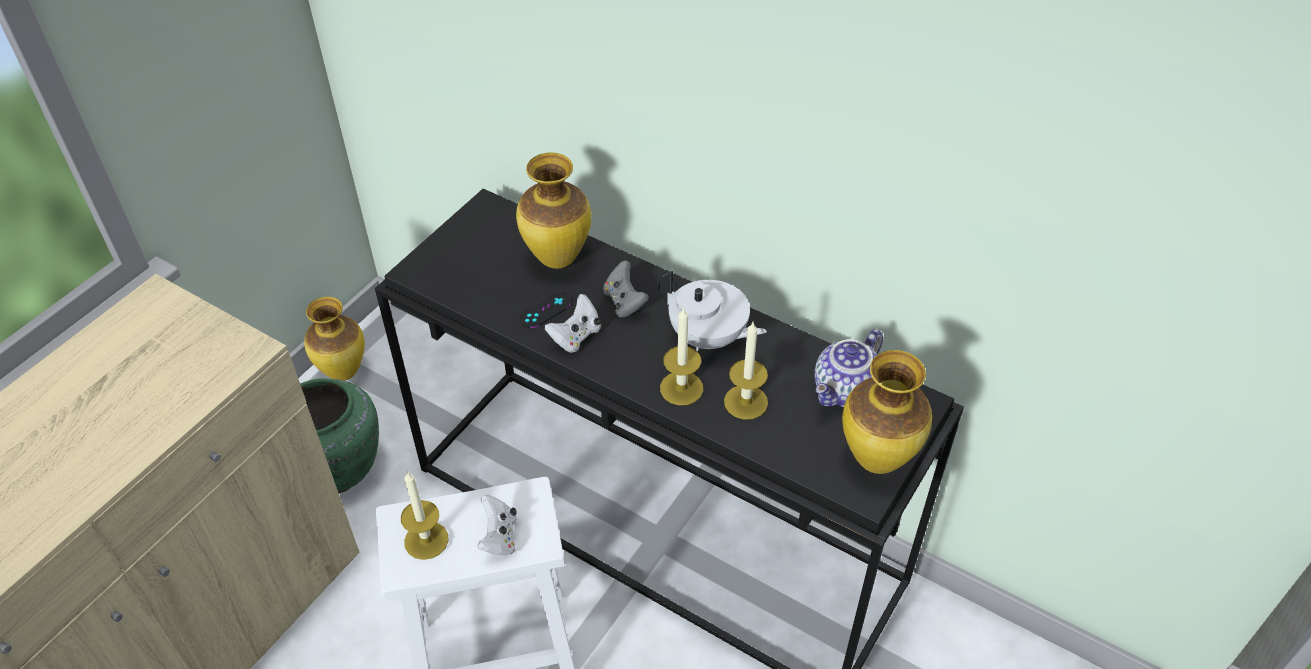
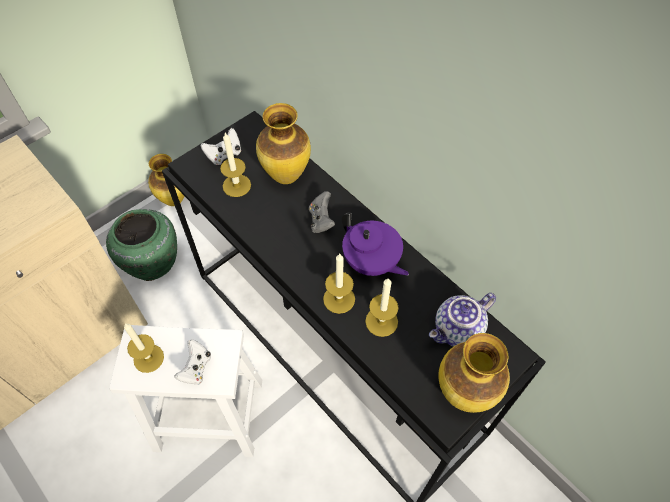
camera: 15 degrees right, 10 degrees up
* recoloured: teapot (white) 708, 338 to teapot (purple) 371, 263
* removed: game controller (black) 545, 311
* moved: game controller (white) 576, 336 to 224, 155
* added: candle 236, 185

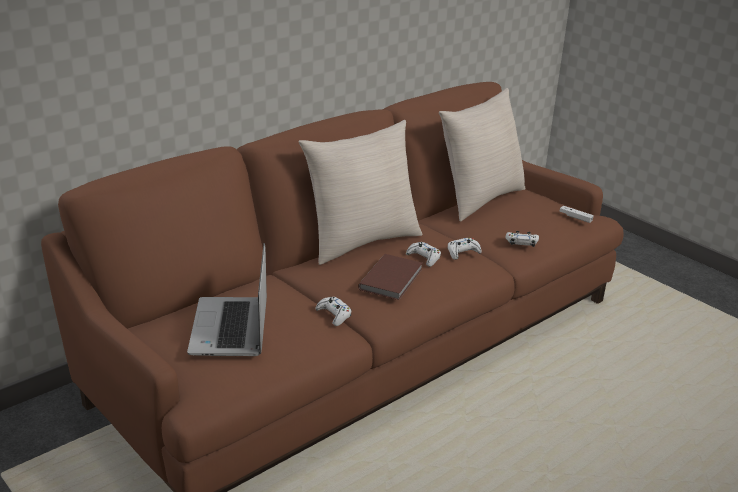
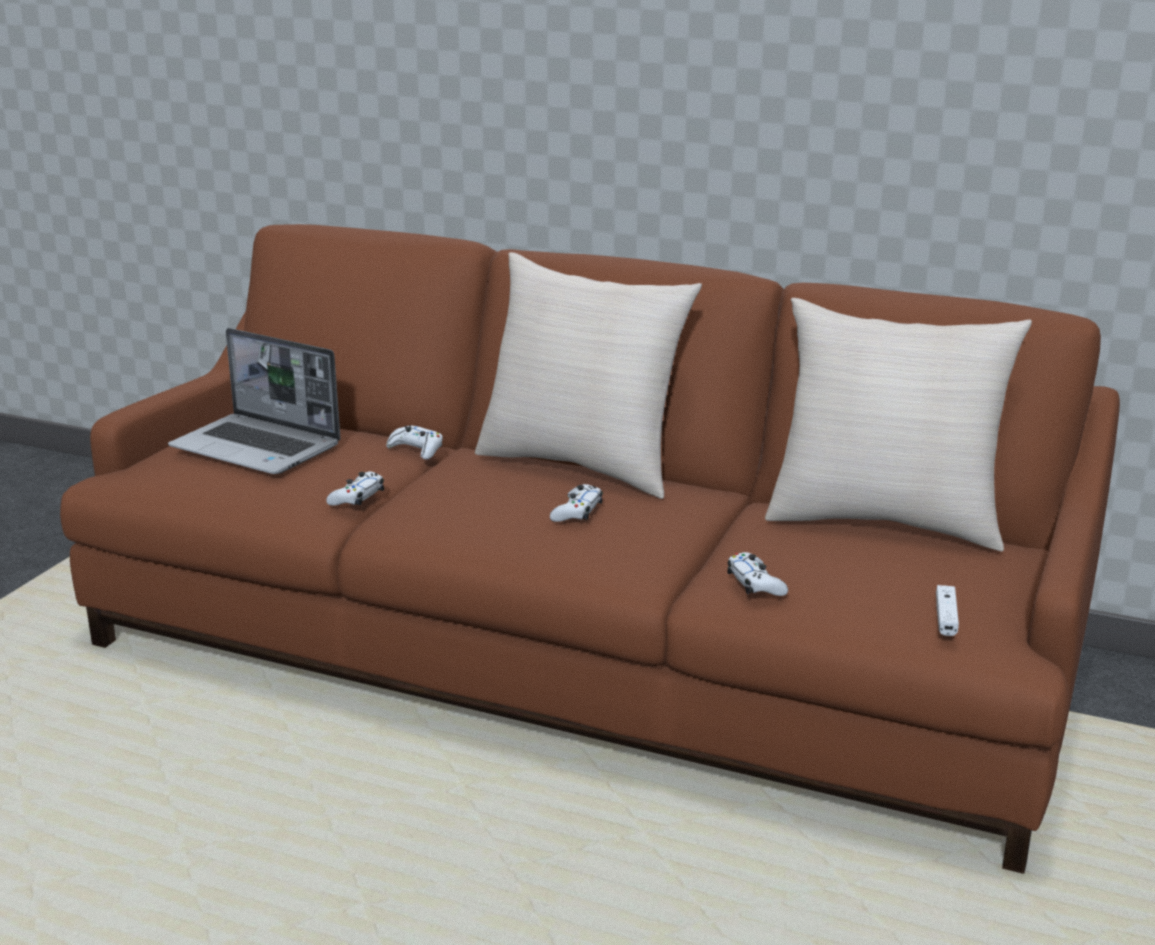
camera: 65 degrees right, 5 degrees down
* moved: game controller (white) 462, 252 to 416, 449
* turned: laptop 231, 329 = 258, 447 120 degrees counterclockwise
* removed: book (brown) 392, 279

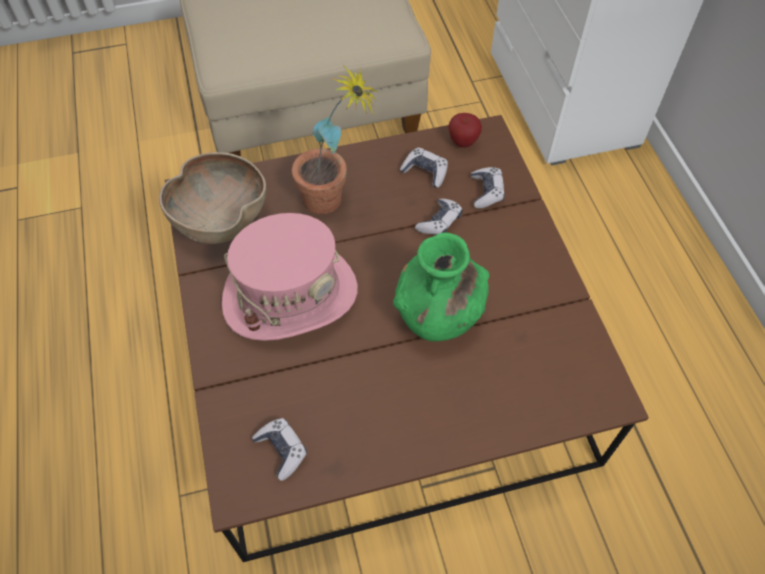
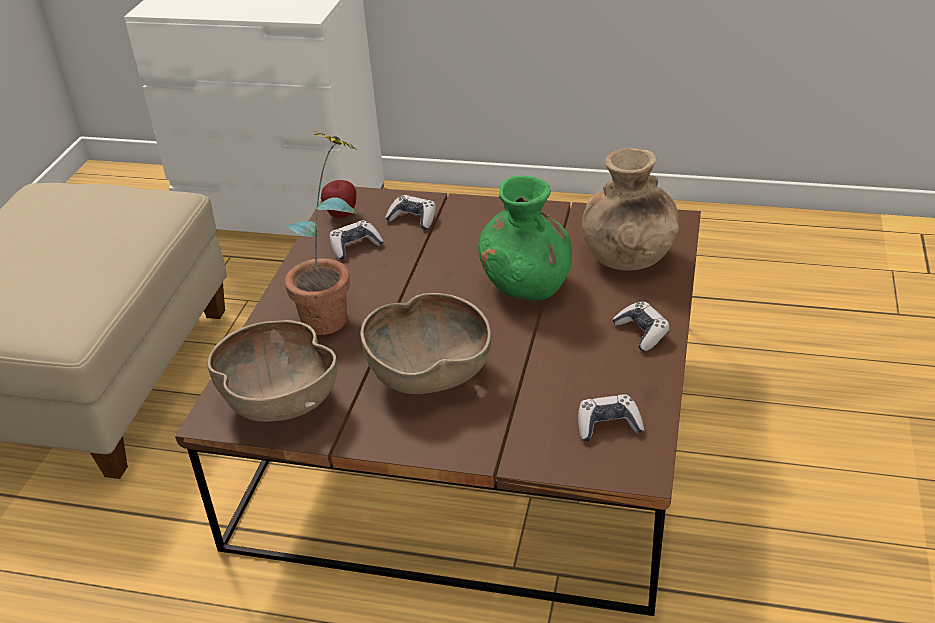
camera: 60 degrees left, 20 degrees down
* moved: game controller 439, 222 to 642, 332
* replaced: hat (pink) 290, 295 to bowl (brown) 429, 374
* added: vase (brown) 628, 257

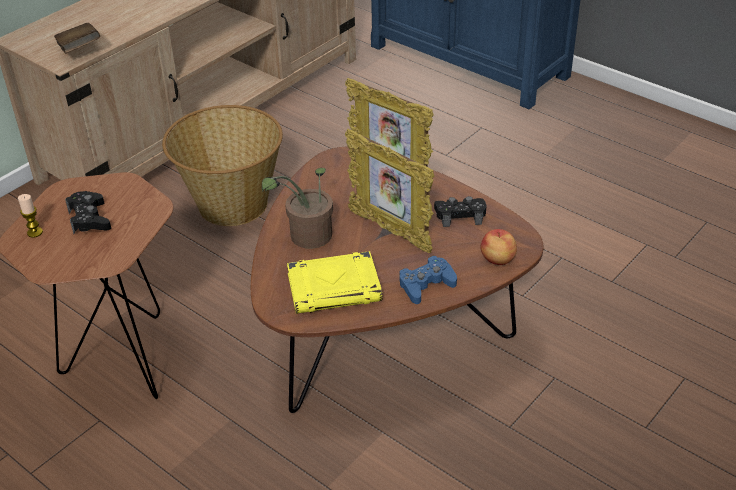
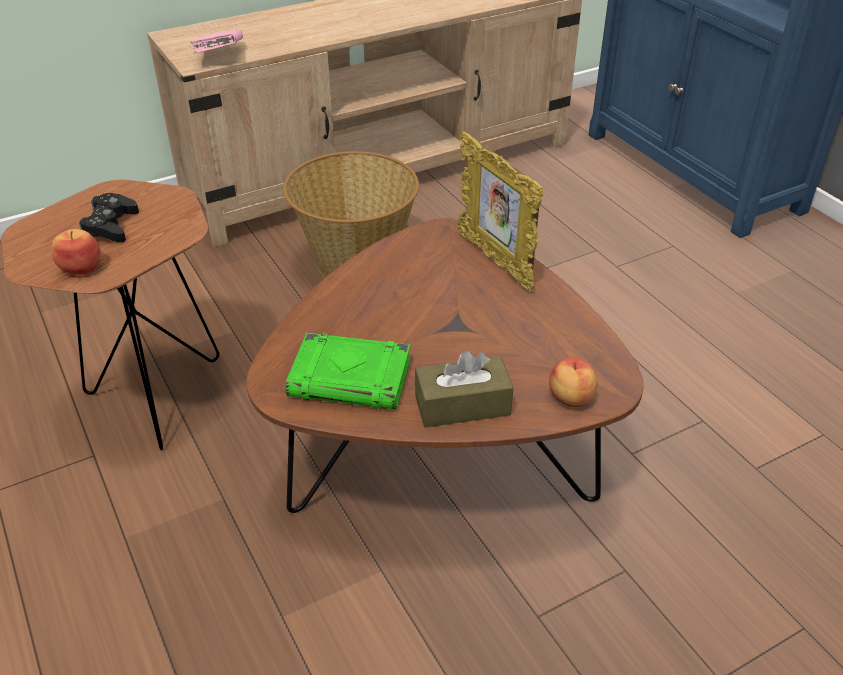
camera: 20 degrees right, 0 degrees up
* recoloured: book (brown) 80, 50 to book (pink) 220, 56
* removed: picture frame 390, 231
* removed: potted plant 306, 238
* removed: candle 35, 232
* removed: game controller (black) 460, 215
* recoloured: book (yellow) 335, 288 to book (green) 351, 378
* replaced: game controller (blue) 426, 285 to tissue box (brown) 462, 405
* added: apple 81, 267

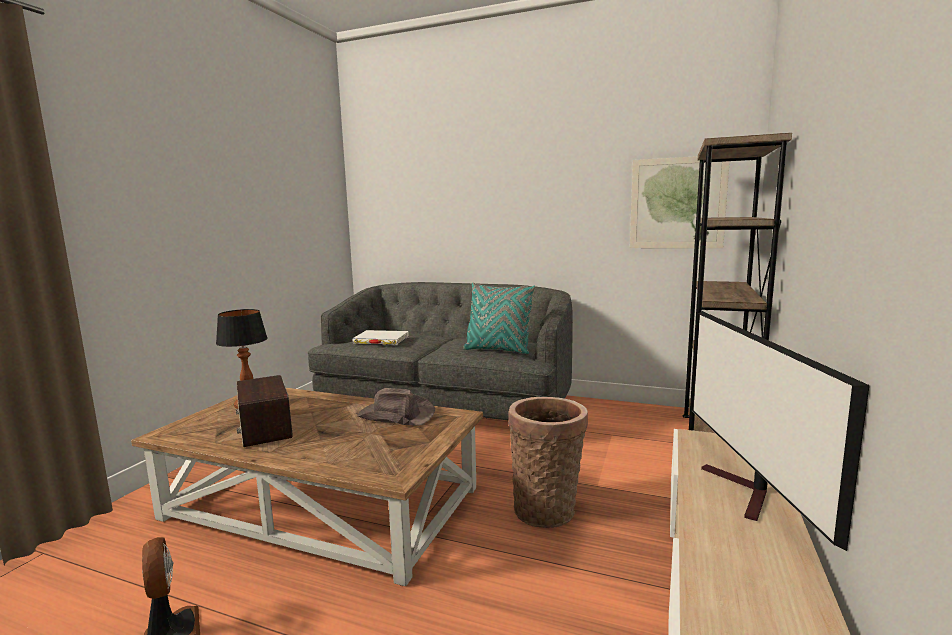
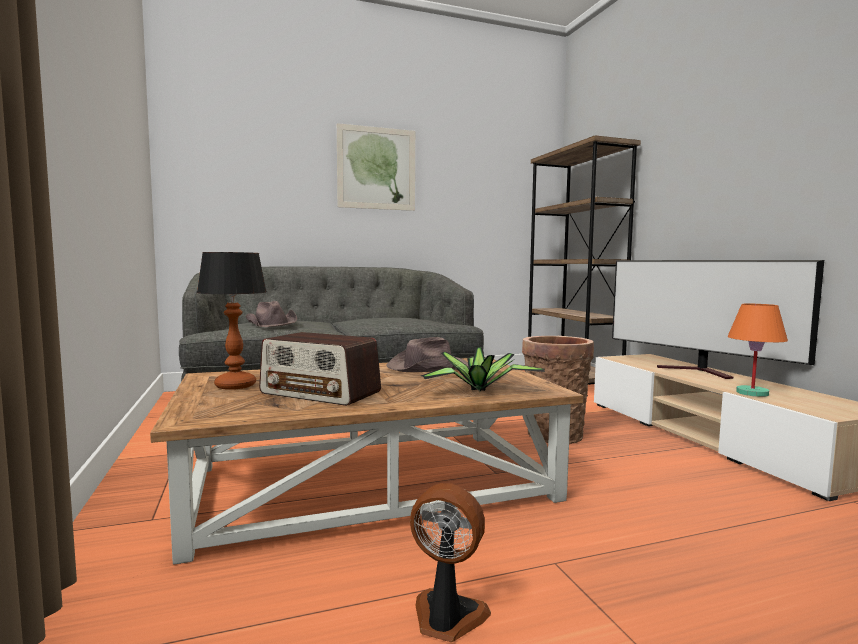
camera: 40 degrees left, 5 degrees down
* moved: picture 677, 203 to 376, 168
* removed: pillow (turquoise) 498, 350
* replaced: book (white) 381, 340 to hat (brown) 272, 324
* added: table lamp (orange) 752, 393
* added: potted plant 478, 389

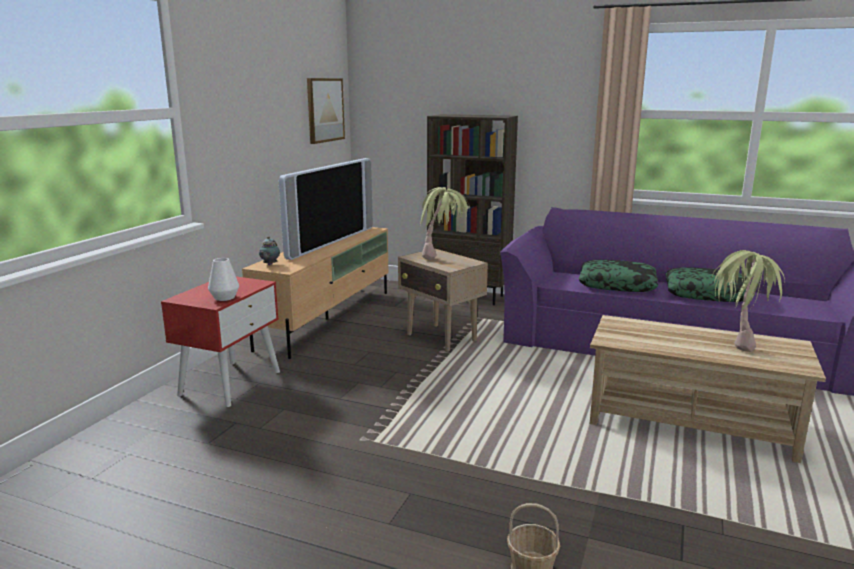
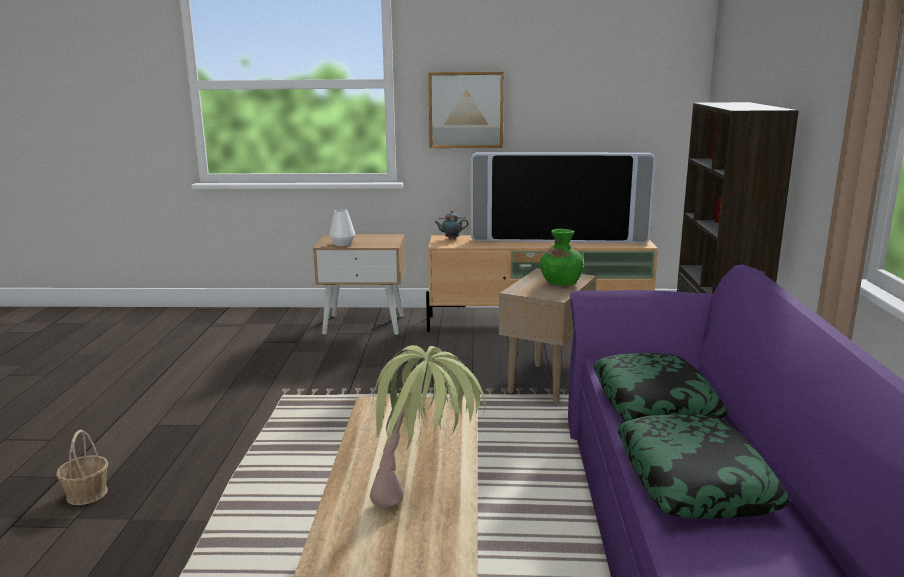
camera: 70 degrees right, 0 degrees up
* moved: picture 324, 110 to 466, 110
* replaced: potted plant 443, 257 to vase (green) 560, 282
* recoloured: nightstand (red) 230, 382 to nightstand (beige) 364, 324

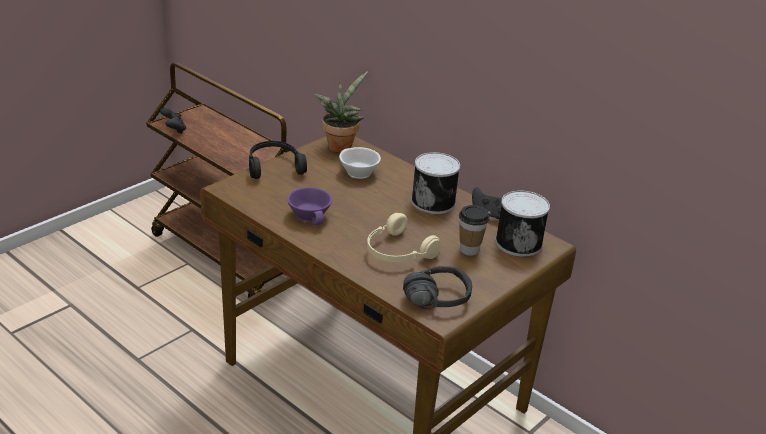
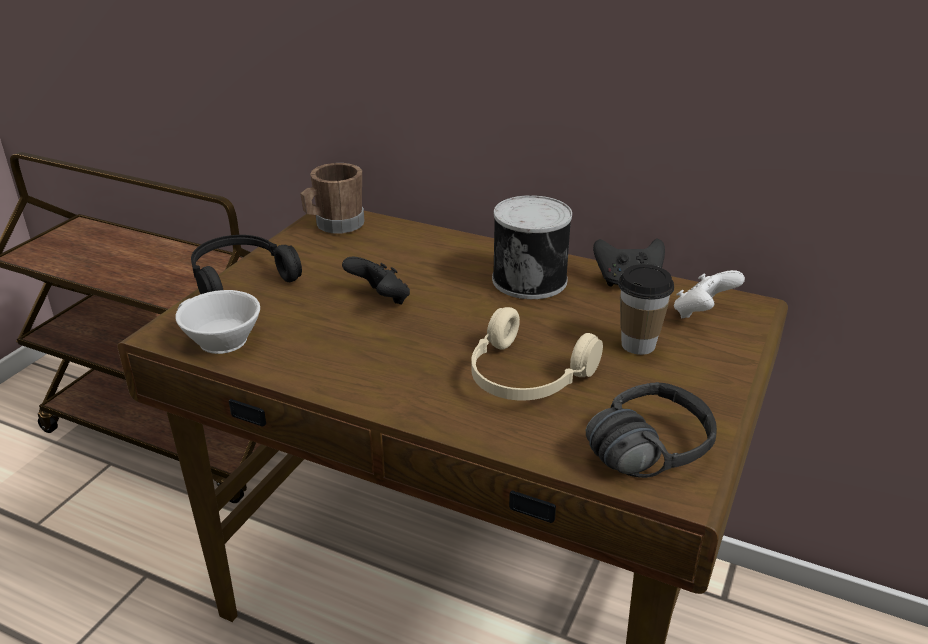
camera: 15 degrees left, 0 degrees up
* replaced: potted plant 340, 145 to mug (brown) 335, 225
* moved: game controller (black) 174, 130 to 380, 299
* moved: cup (white) 356, 172 to 218, 341
* removed: cup (purple) 311, 215
* replaced: can 518, 242 to game controller (white) 702, 314

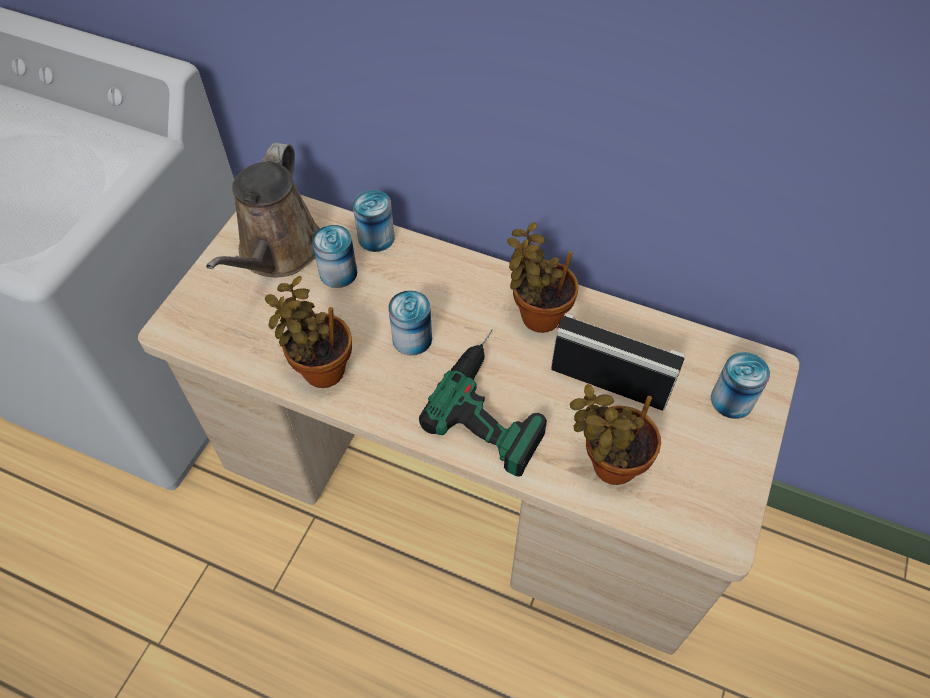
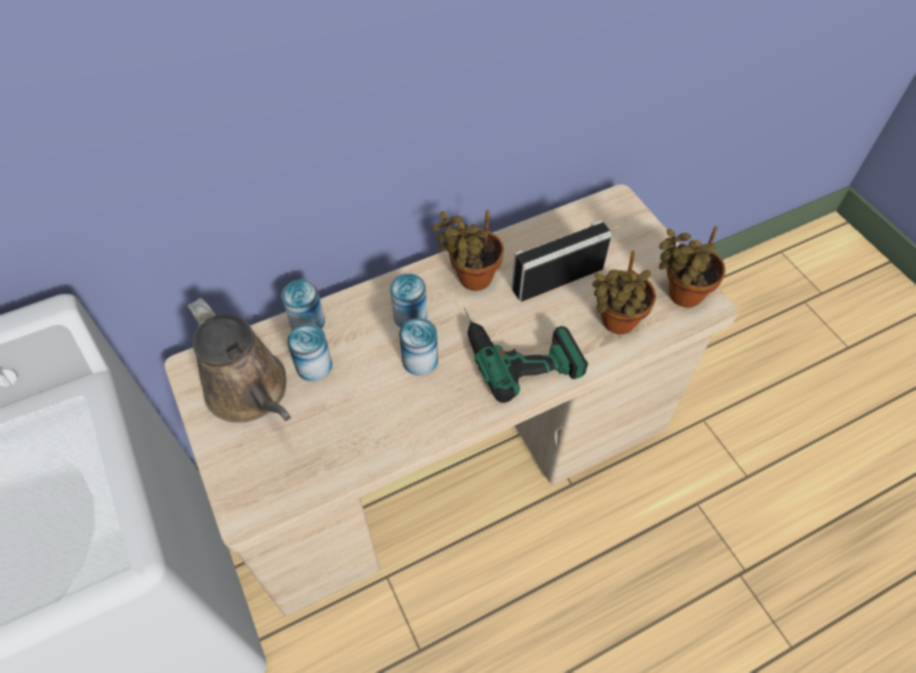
camera: 50 degrees left, 0 degrees up
* moved: potted plant 320, 368 to 681, 295
* moved: can 731, 400 to 410, 315

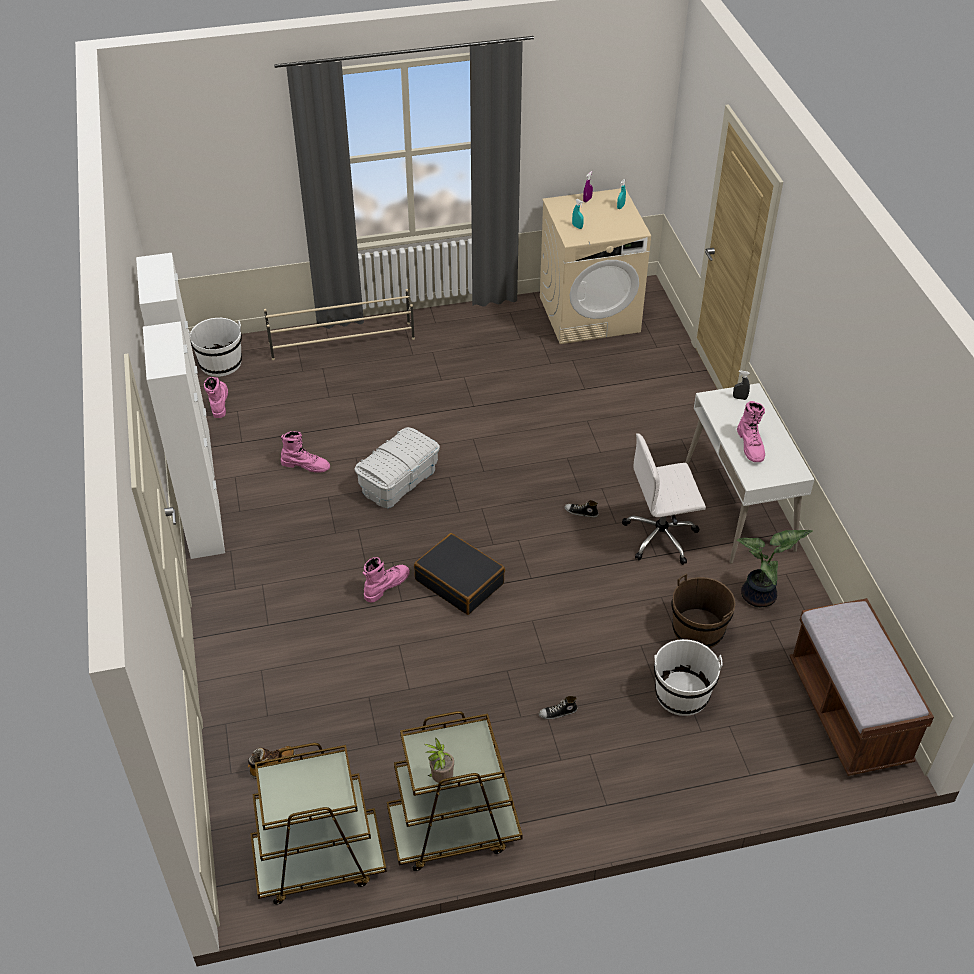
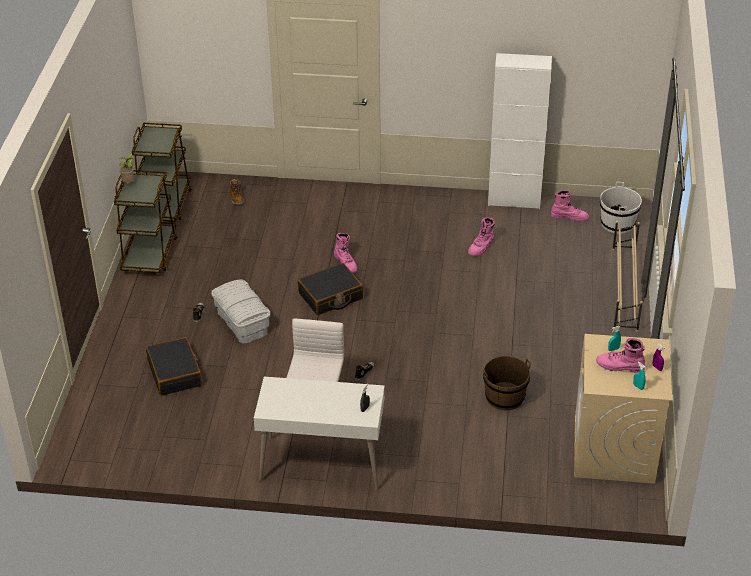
camera: 110 degrees right, 5 degrees down
* removed: cabinet (white) 205, 529
* moved: boot (pink) 750, 445 to 620, 366
* moved: storage box (white) 398, 480 to 242, 322
* removed: potted plant 760, 597
* moved: bucket (brown) 698, 630 to 505, 397
* removed: bench (brown) 848, 713
* replaced: bucket (white) 682, 694 to suitcase (black) 175, 373

